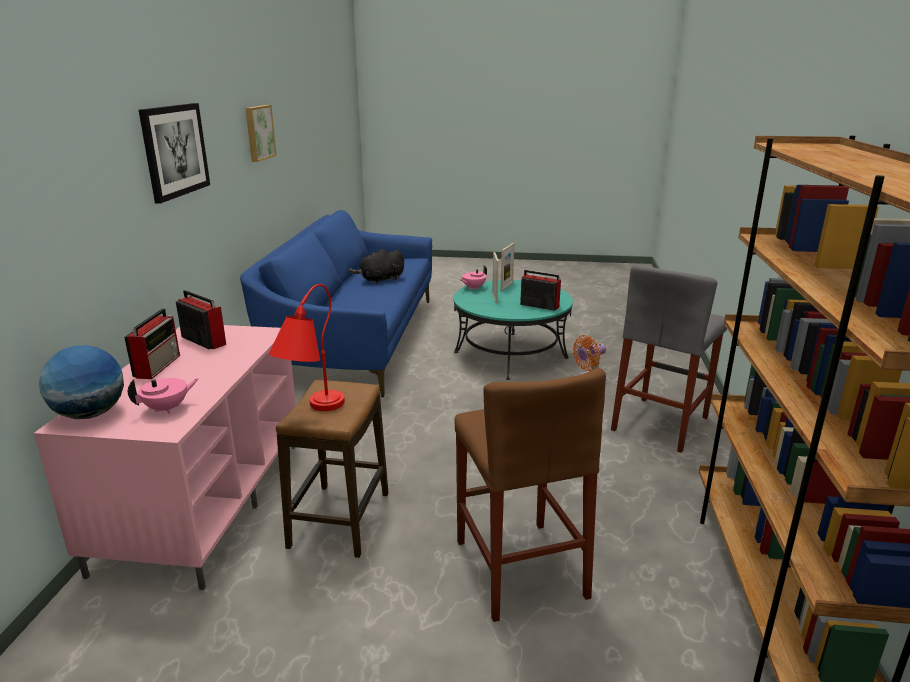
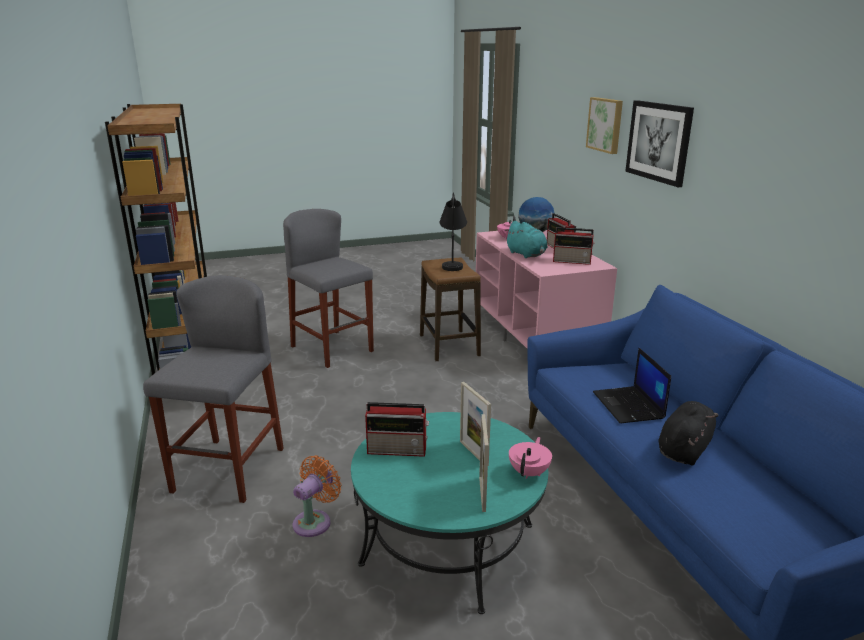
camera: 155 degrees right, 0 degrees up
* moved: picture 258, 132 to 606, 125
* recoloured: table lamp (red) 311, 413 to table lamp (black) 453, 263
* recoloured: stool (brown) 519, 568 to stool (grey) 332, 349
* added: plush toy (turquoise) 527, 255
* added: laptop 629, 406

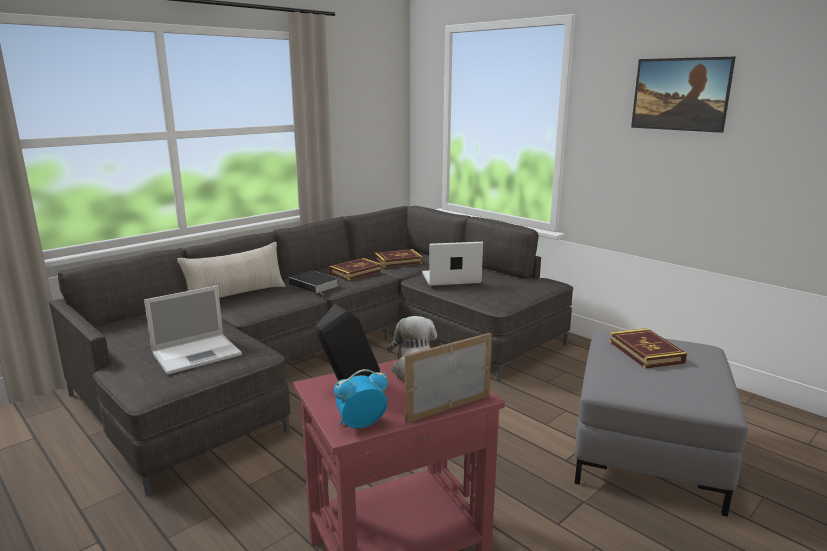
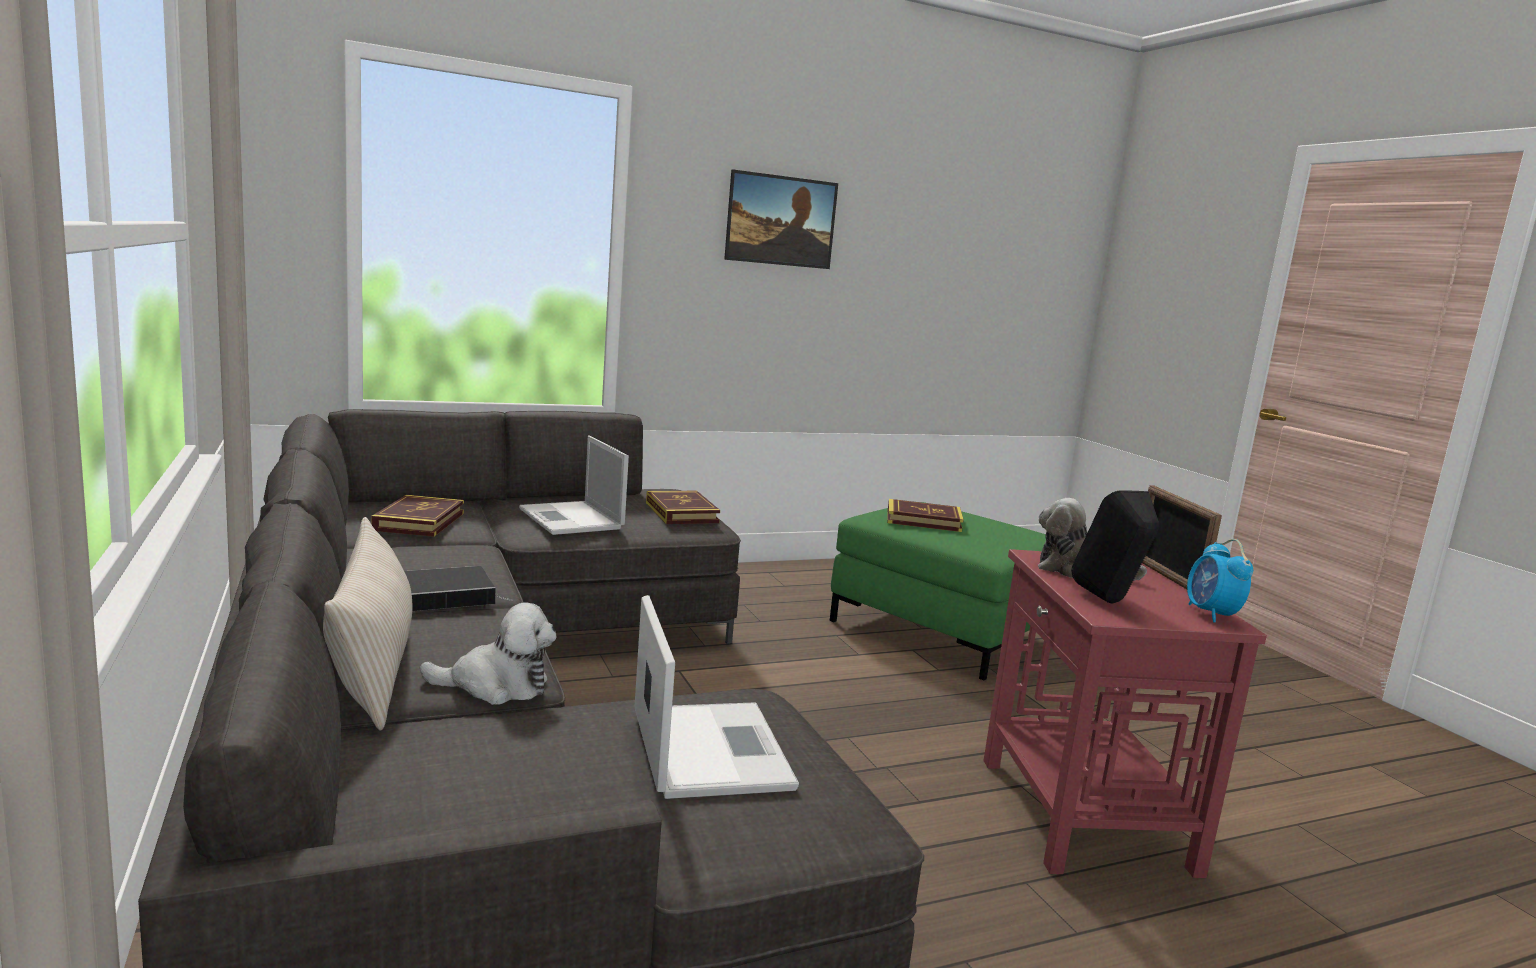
camera: 70 degrees left, 5 degrees down
* turned: laptop 449, 278 = 572, 519 45 degrees counterclockwise
* moved: book 355, 272 to 681, 512
* recoloured: ottoman (grey) 645, 450 to ottoman (green) 940, 631
* added: plush toy 497, 686

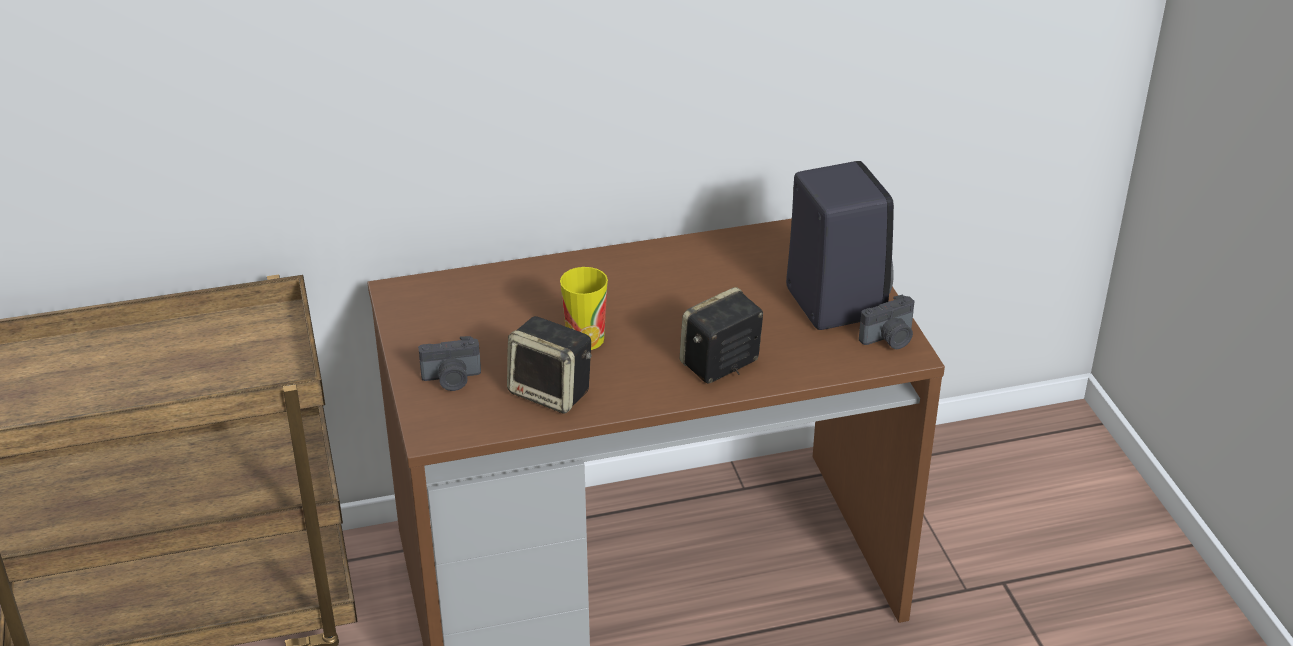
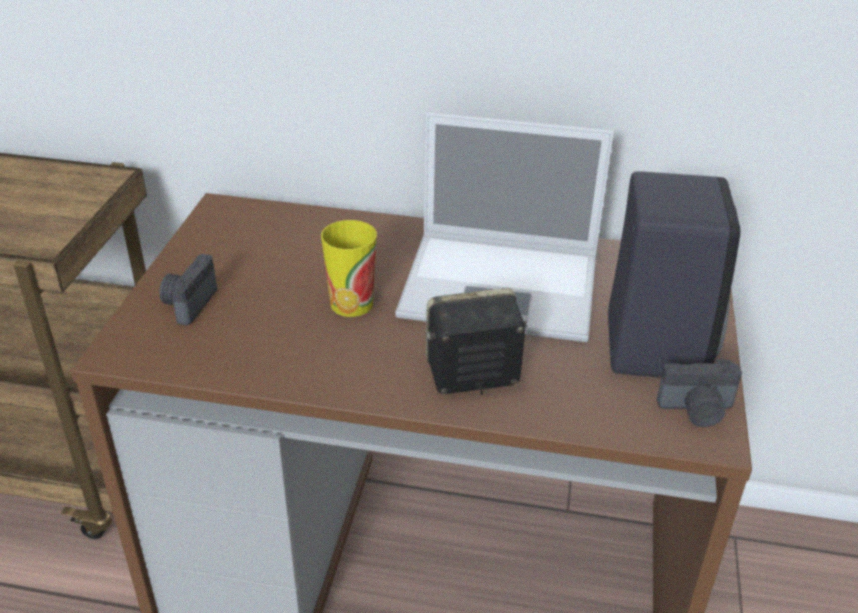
camera: 25 degrees right, 0 degrees up
* removed: speaker 552, 392
* turned: photo camera 452, 379 = 188, 304 90 degrees clockwise
* added: laptop 504, 286

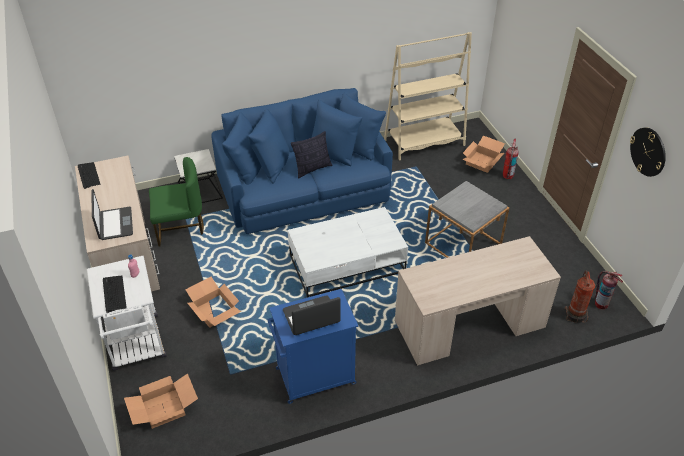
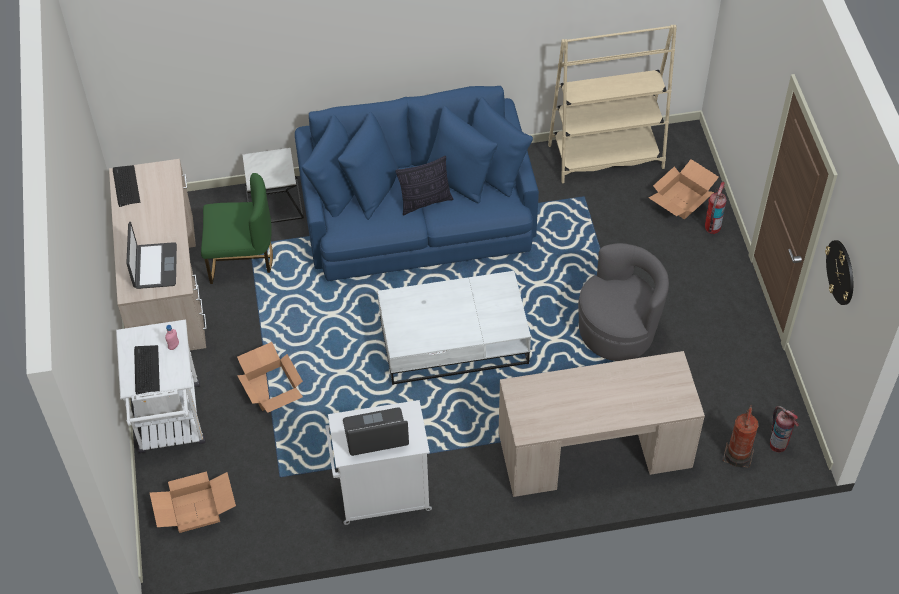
camera: 10 degrees right, 10 degrees up
* replaced: side table (grey) 463, 244 to armchair (grey) 618, 331
* recoloured: cabinet (blue) 314, 377 to cabinet (white) 381, 494

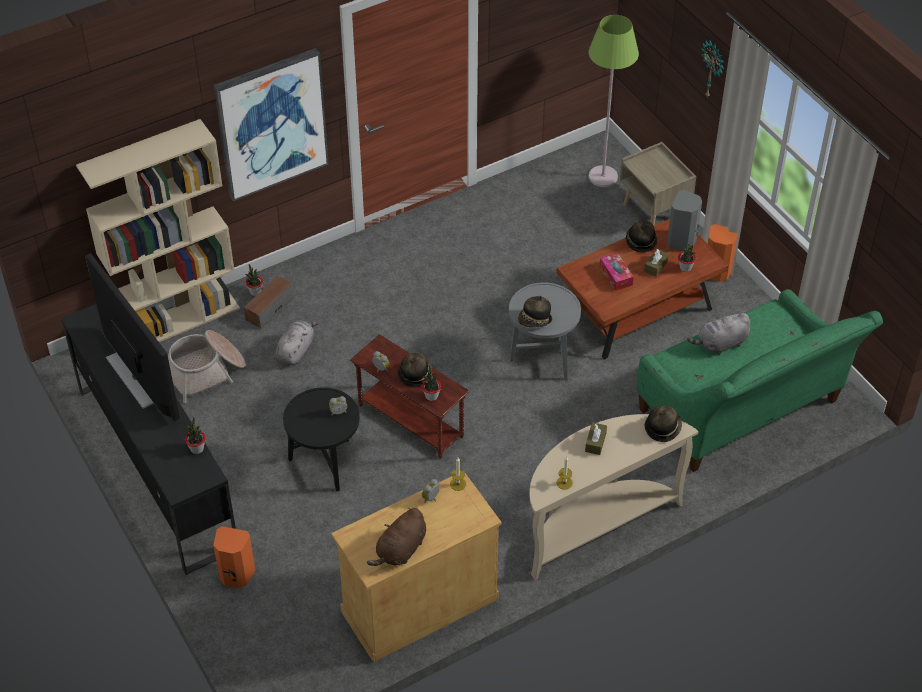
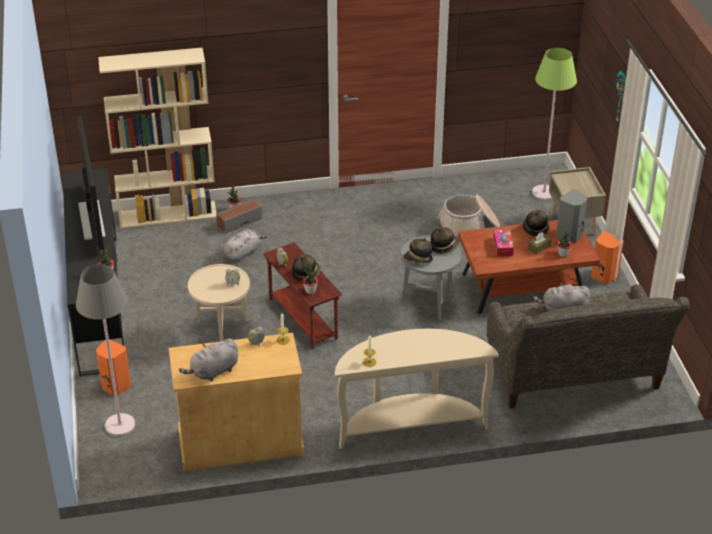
camera: 20 degrees right, 10 degrees down
* removed: picture 271, 123
* recoloured: sofa (green) 744, 413 to sofa (grey) 575, 378
* moved: basket 206, 372 to 469, 227
* recoloured: side table (black) 326, 465 to side table (beige) 222, 332
* moved: hat 662, 428 to 443, 246
* removed: tissue box (brown) 595, 442
* recoloured: plush toy (brown) 400, 550 to plush toy (grey) 213, 372
* added: floor lamp (grey) 120, 425

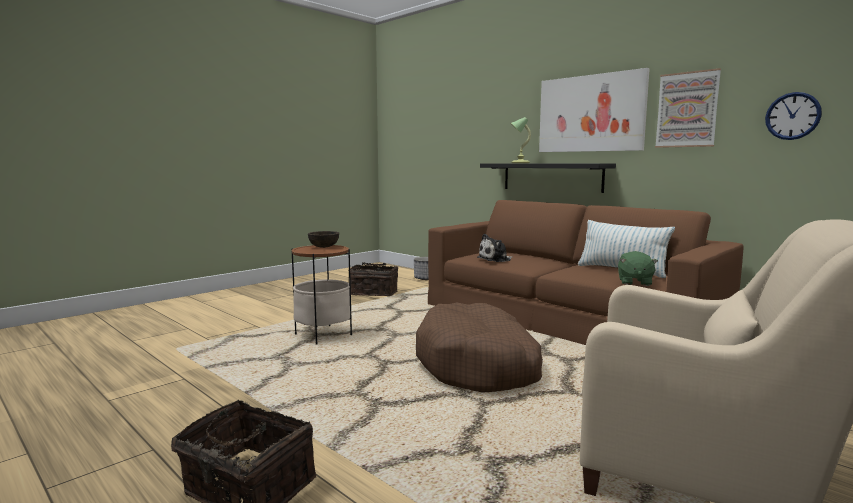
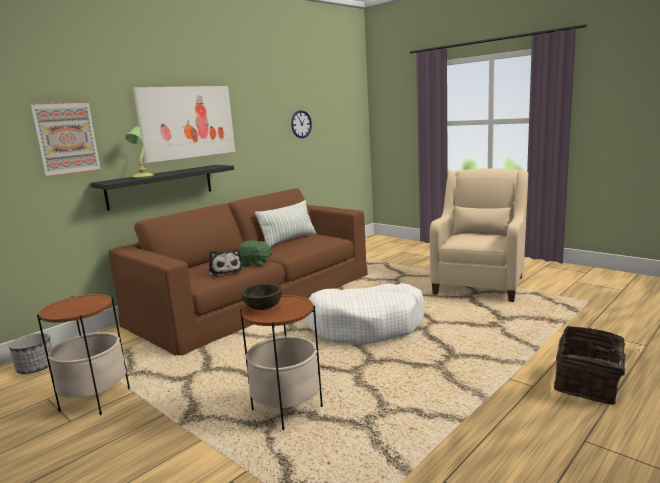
camera: 90 degrees left, 5 degrees up
* moved: picture 687, 110 to 66, 138
* moved: plush toy (green) 634, 282 to 255, 263
* replaced: basket 374, 293 to side table 95, 399
* recoloured: dog bed (brown) 478, 365 to dog bed (white) 366, 326

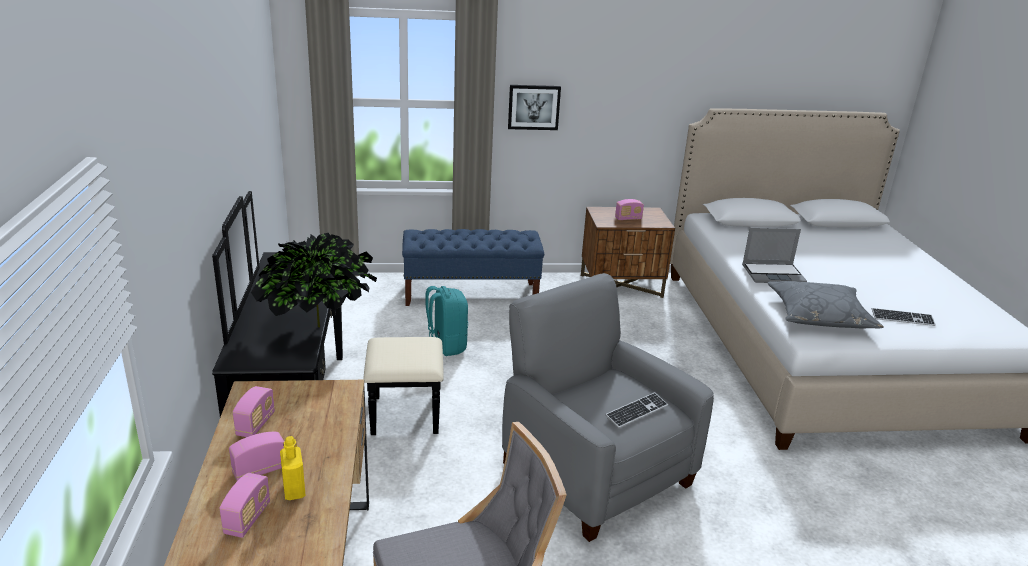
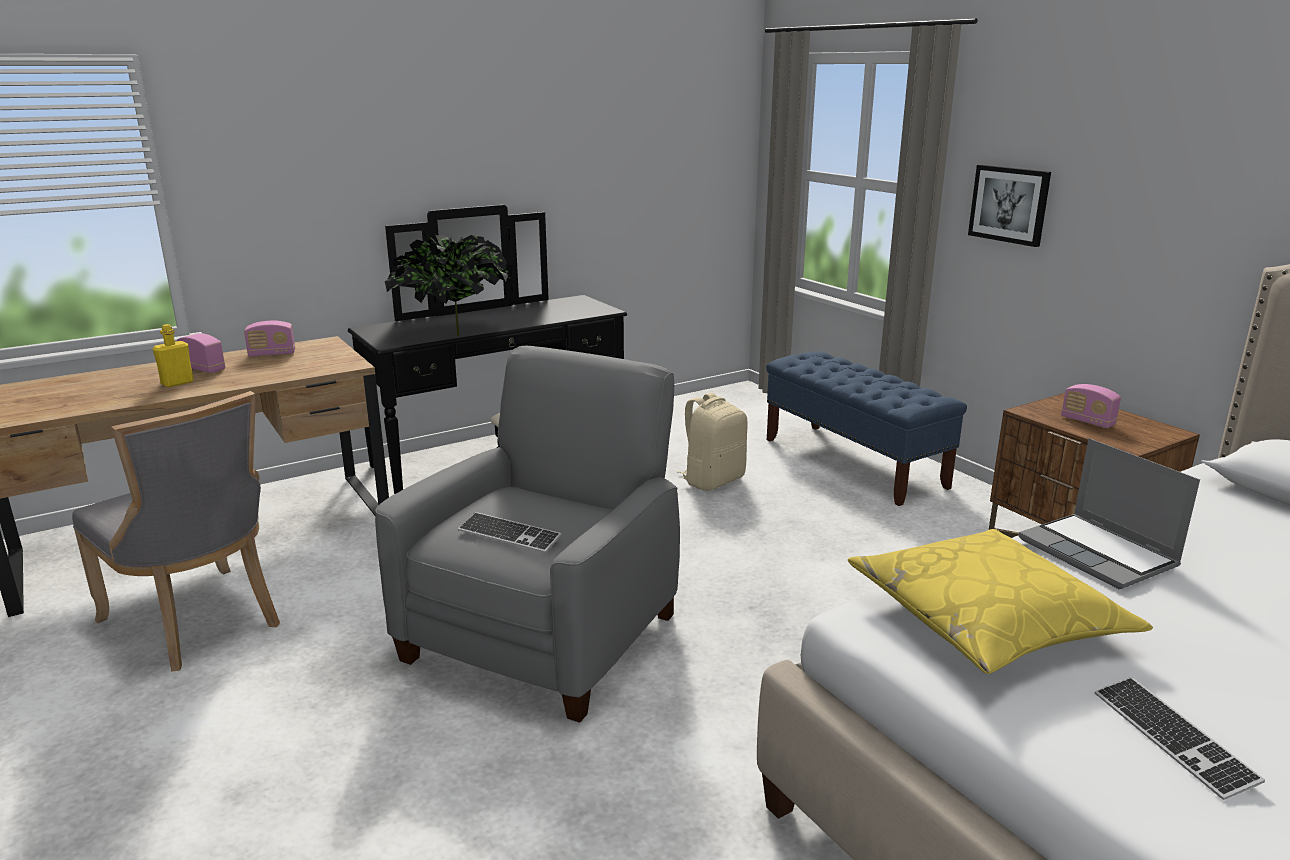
camera: 65 degrees right, 5 degrees down
* recoloured: pillow (grey) 819, 315 to pillow (yellow) 986, 619
* recoloured: backpack (turquoise) 445, 346 to backpack (beige) 713, 480
* removed: radio 247, 519

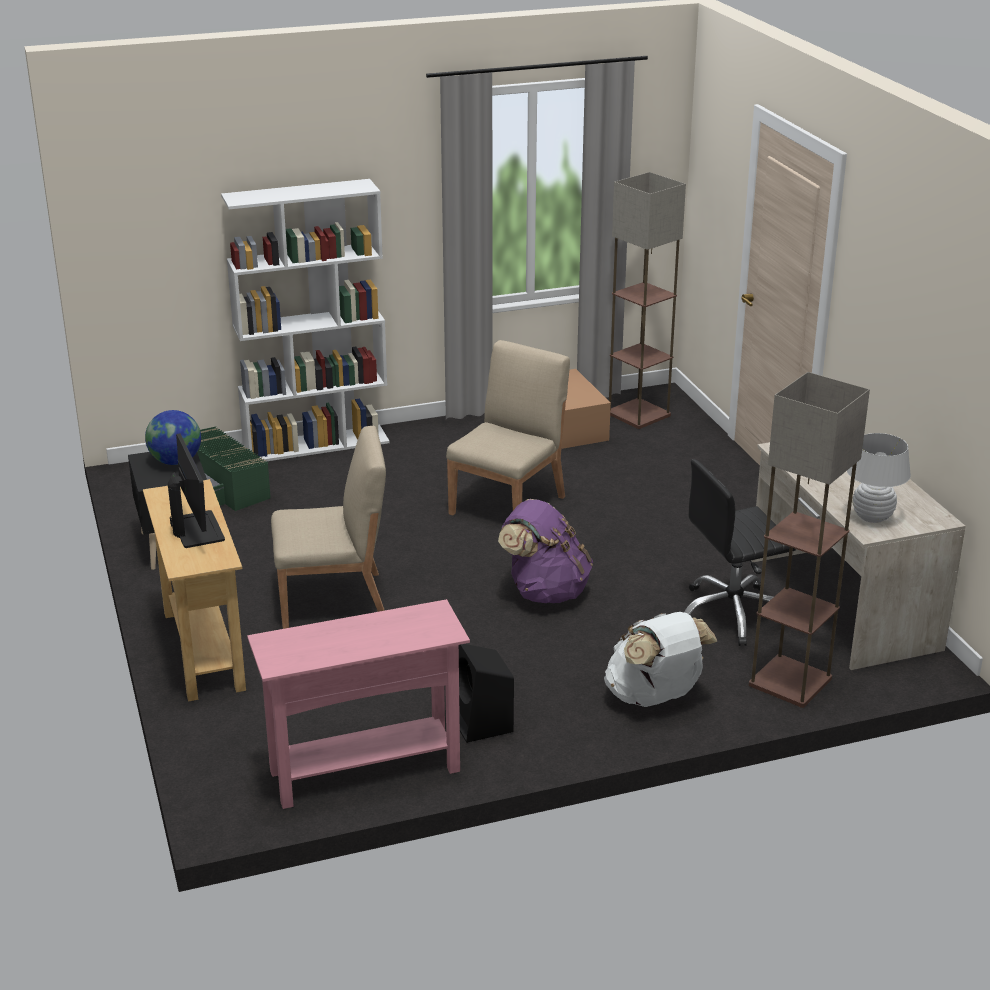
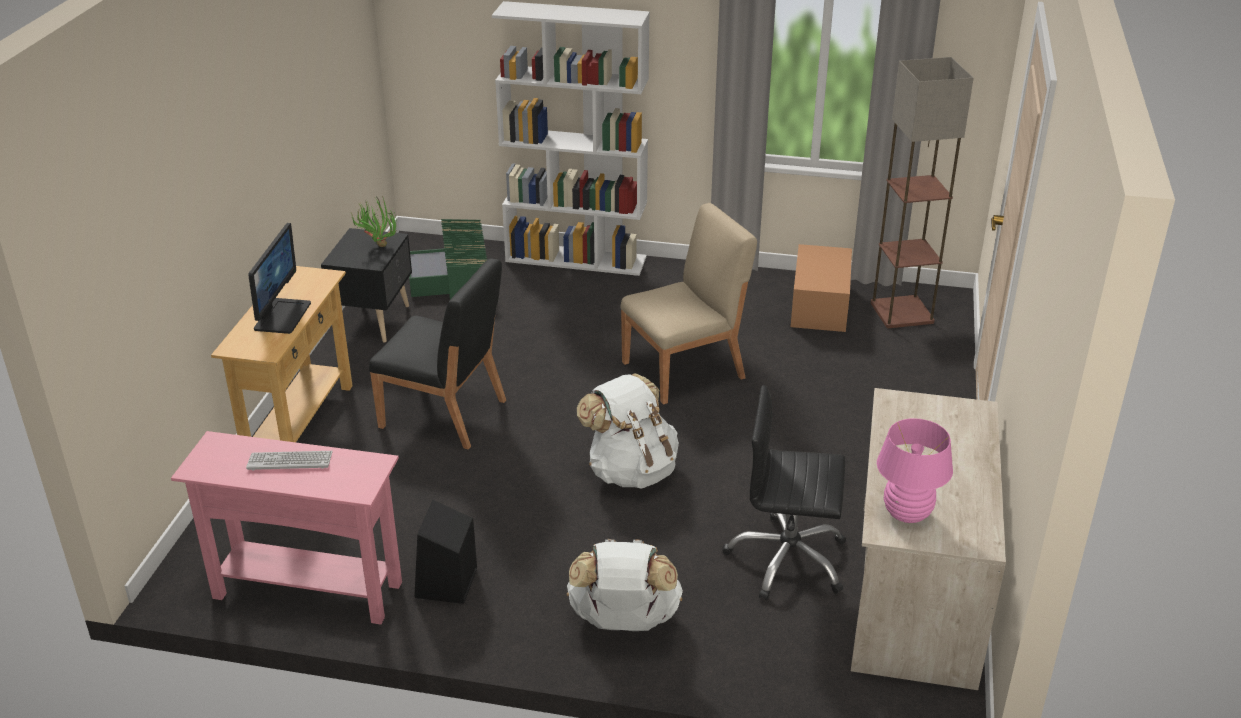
camera: 30 degrees right, 5 degrees up
* removed: floor lamp 790, 683
* replaced: globe 175, 461 to potted plant 377, 245
* recoloured: chair (beige) 334, 600 to chair (black) 444, 414
* recoloured: table lamp (white) 872, 517 to table lamp (pink) 907, 514
* recoloured: backpack (purple) 545, 592 to backpack (white) 631, 470
* added: keyboard 290, 461

